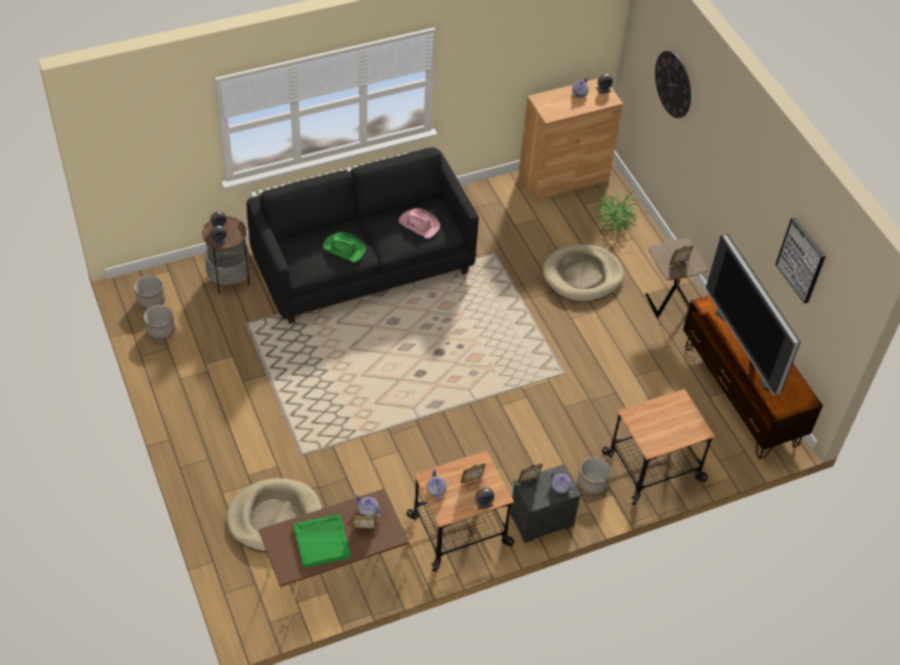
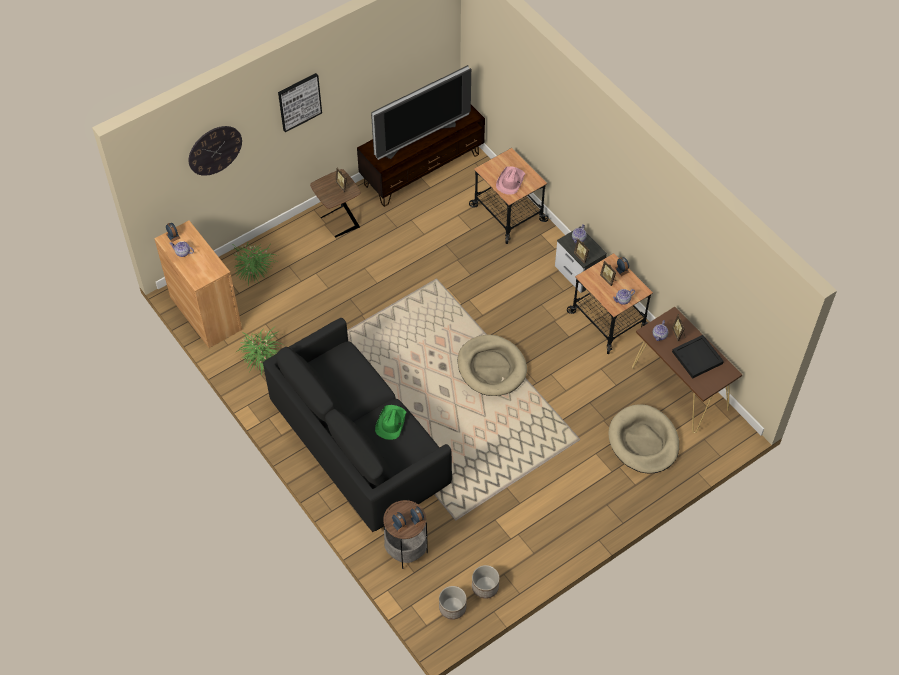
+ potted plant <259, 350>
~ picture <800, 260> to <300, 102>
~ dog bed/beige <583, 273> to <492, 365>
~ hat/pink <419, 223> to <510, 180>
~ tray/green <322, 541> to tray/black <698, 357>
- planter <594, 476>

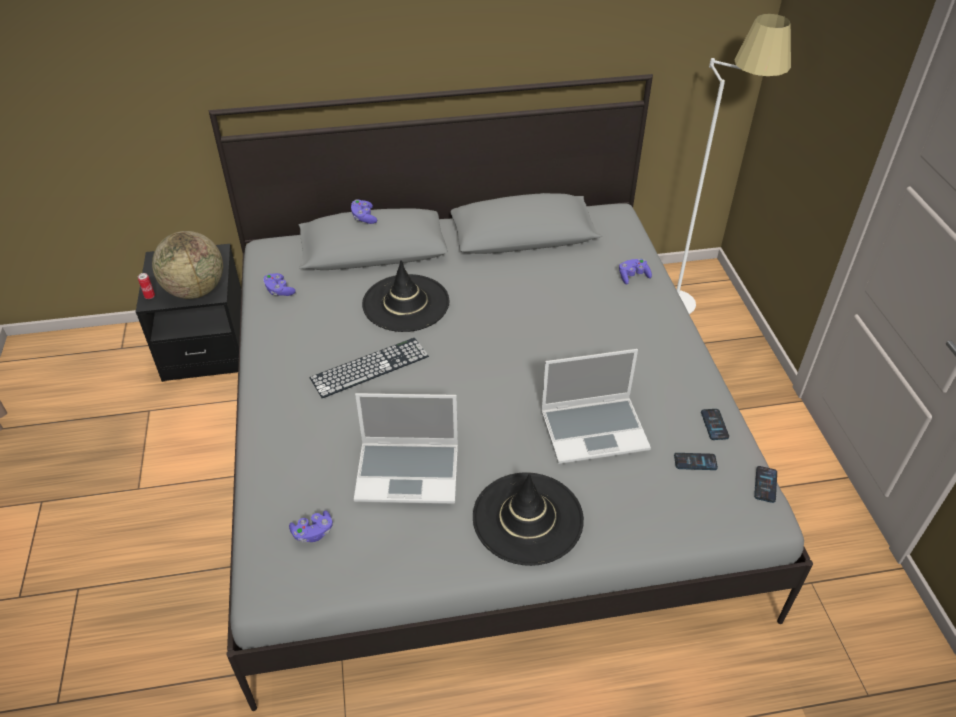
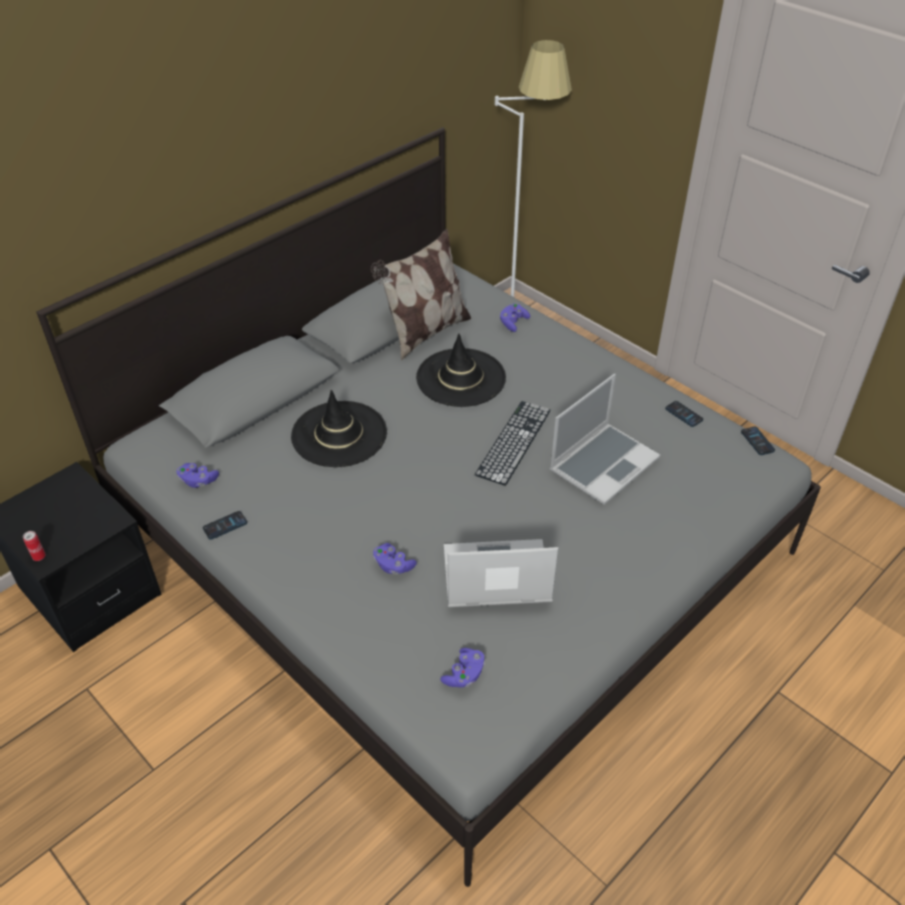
~ phone <696, 461> to <225, 525>
+ pillow <421, 295>
~ game controller/purple <364, 212> to <395, 559>
~ hat/black <528, 519> to <461, 370>
~ laptop <406, 448> = <501, 573> 150 degrees counterclockwise
~ keyboard <369, 368> to <513, 443>
- globe <187, 265>

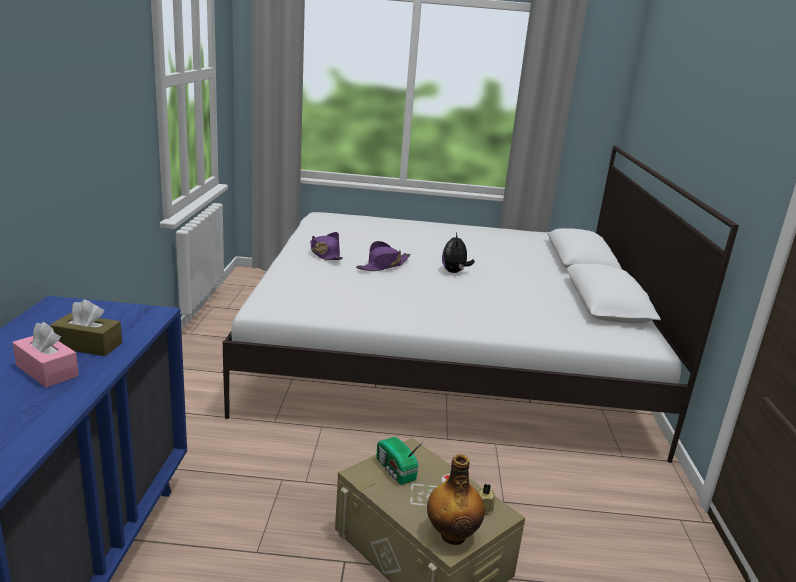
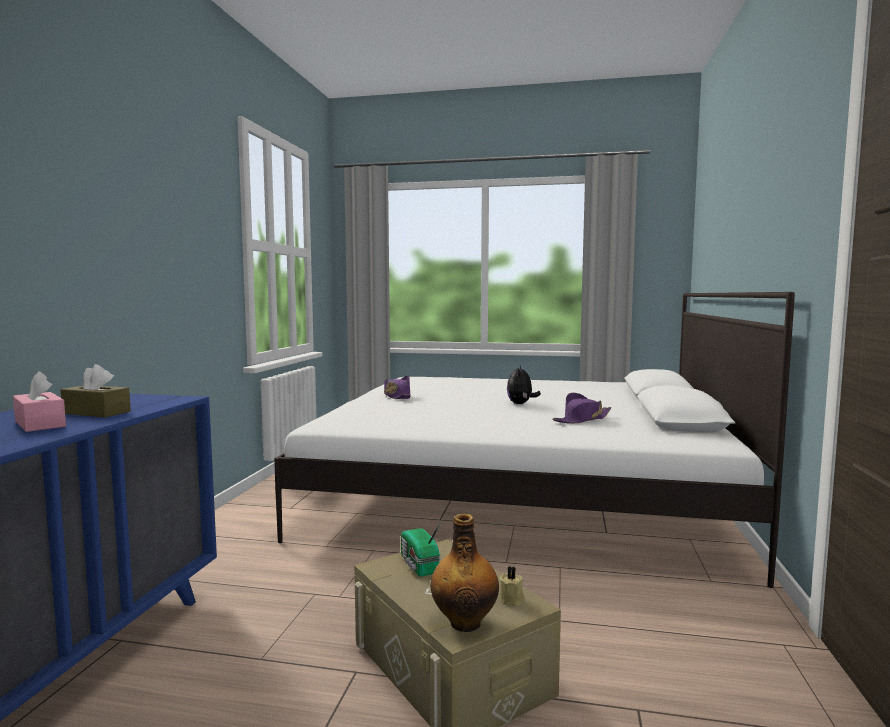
~ hat/purple <383, 256> to <582, 408>

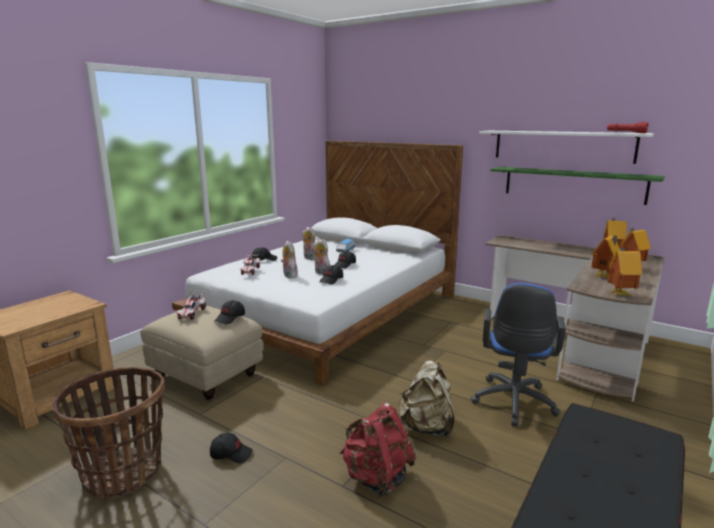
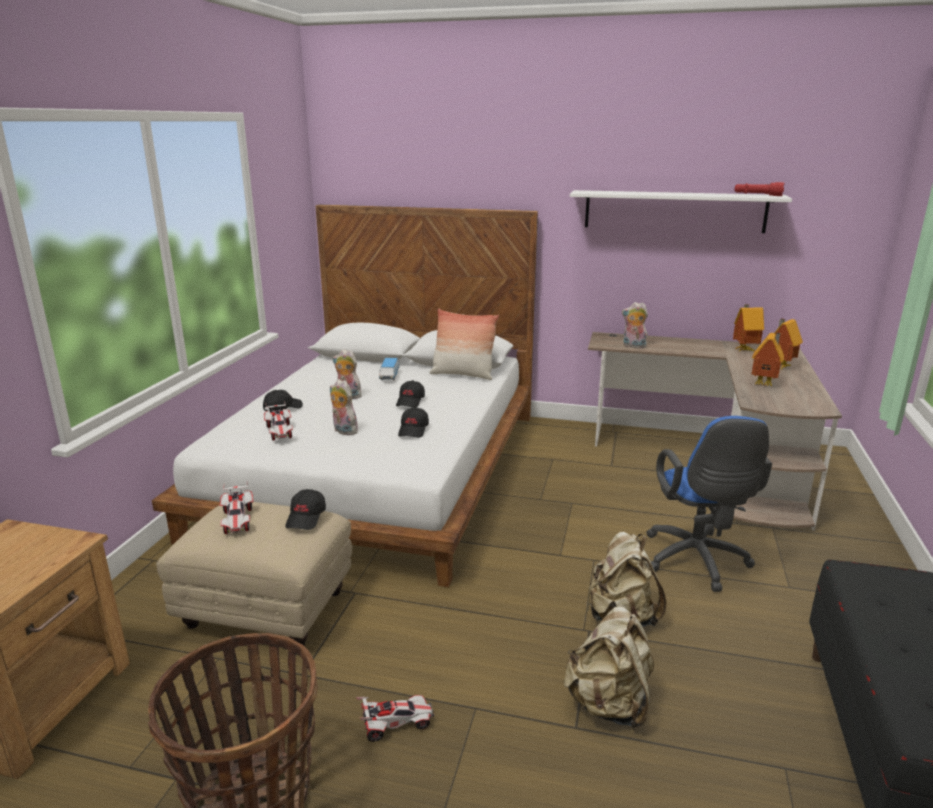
~ cap/black <231, 448> to toy car <395, 718>
+ pillow <464, 344>
~ backpack/red <377, 450> to backpack/beige <609, 668>
~ plush toy <321, 257> to <635, 325>
- shelf/green <577, 186>
- toy house <625, 272>

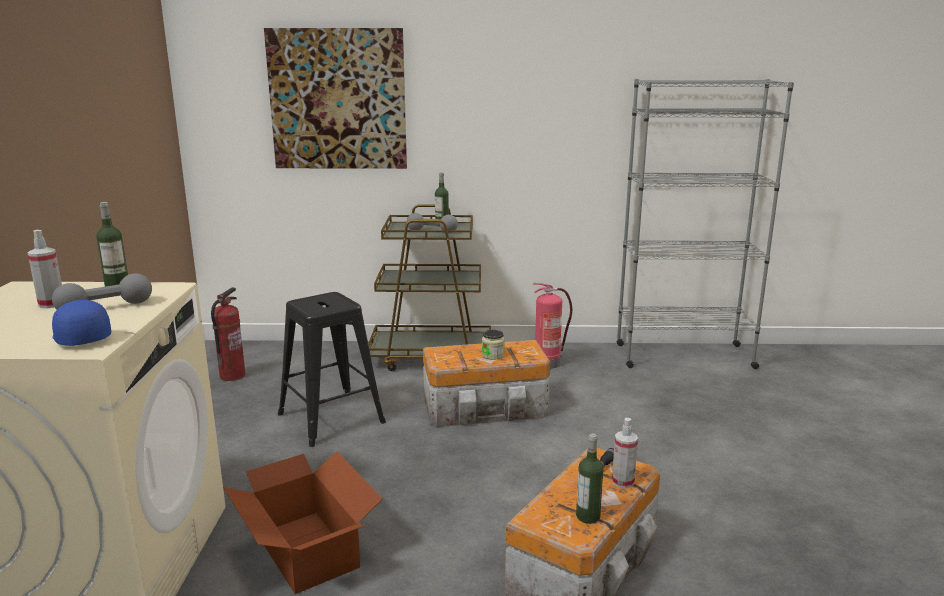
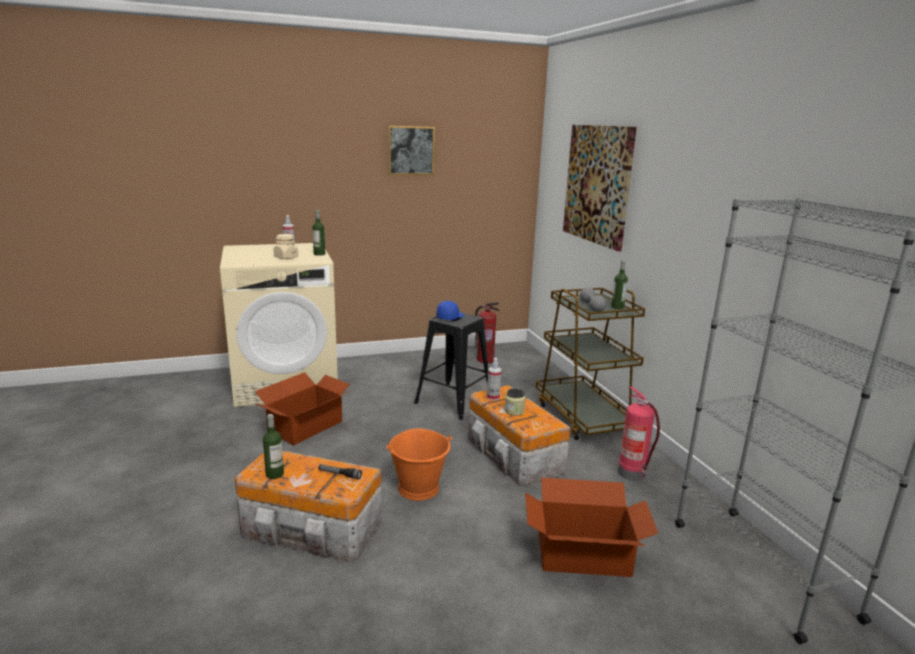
~ dumbbell/grey <102, 291> to jar/beige <286, 246>
+ bucket/orange <419, 465>
+ picture <411, 150>
~ cap/blue <81, 323> to <450, 310>
~ spray bottle <625, 453> to <494, 379>
+ cardboard box <591, 527>

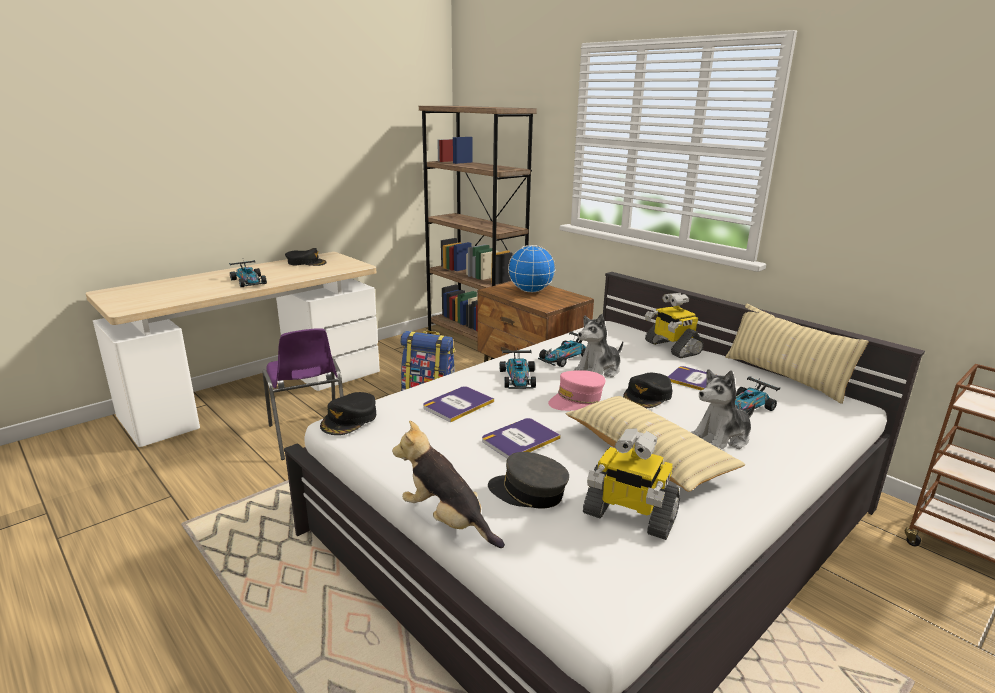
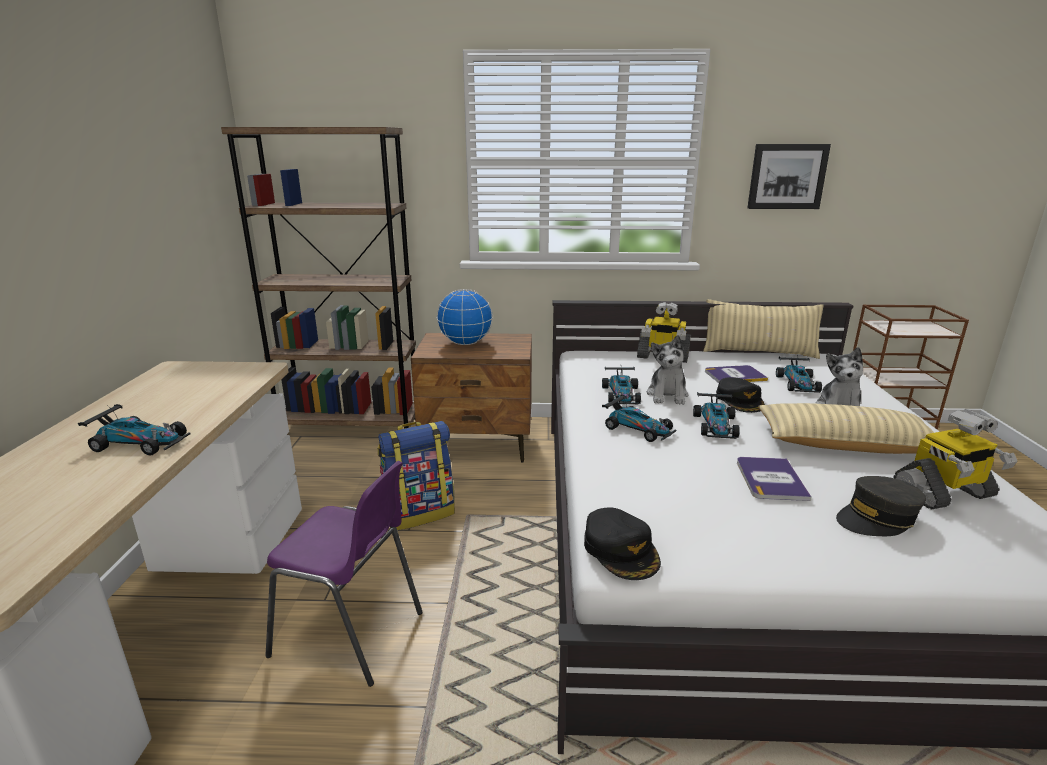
~ cap/pink <577, 390> to toy car <716, 414>
+ picture <789, 176>
- cap/black <306, 257>
- plush toy <448, 484>
- book <458, 404>

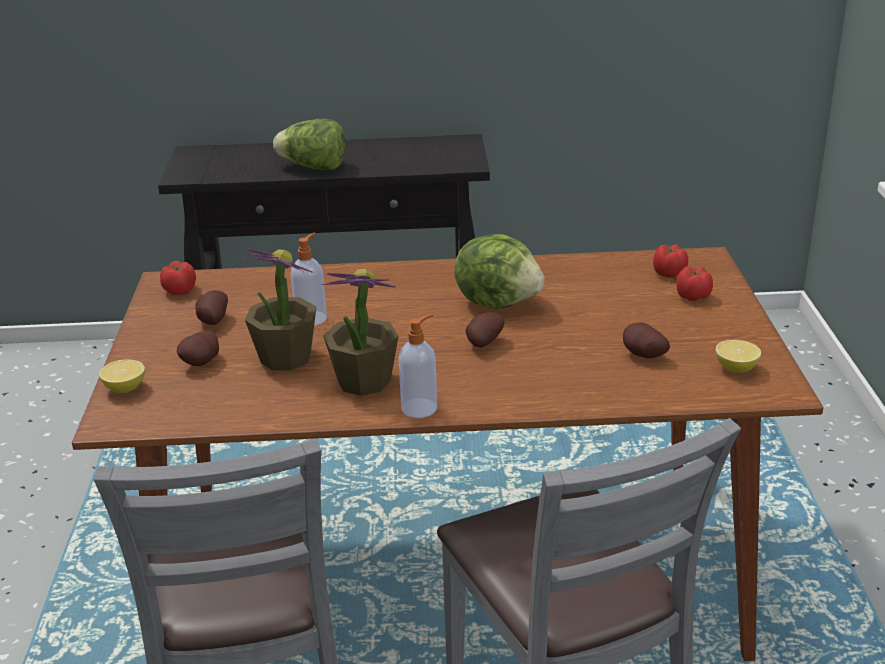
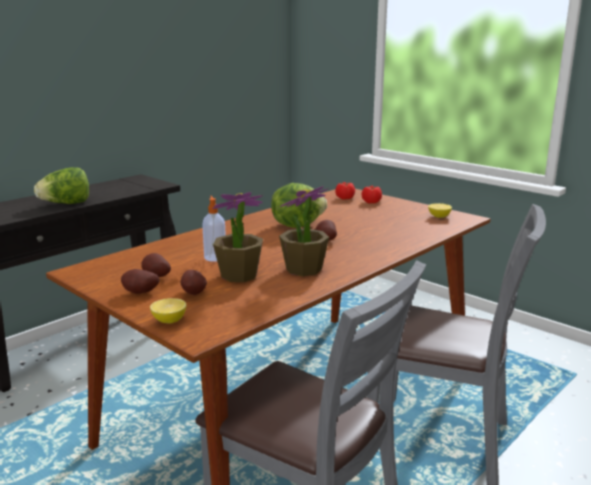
~ potato <646, 340> to <140, 281>
- tomato <178, 278>
- soap dispenser <417, 366>

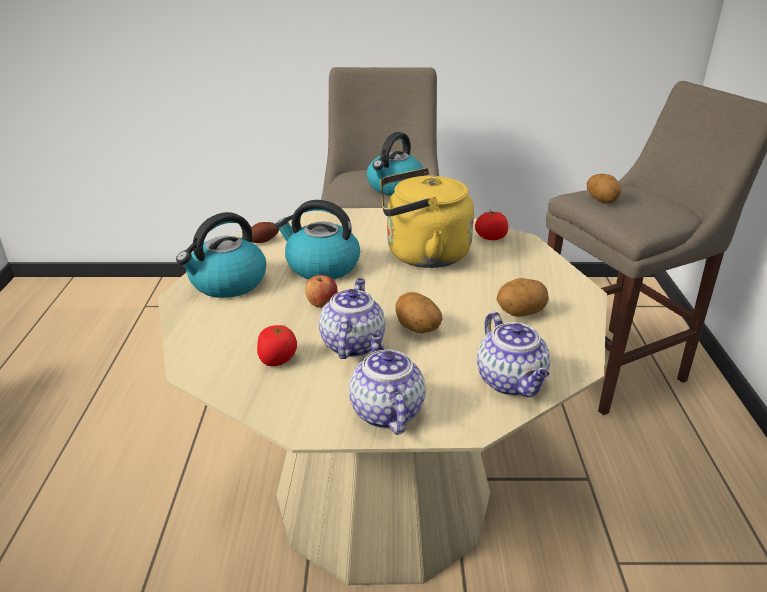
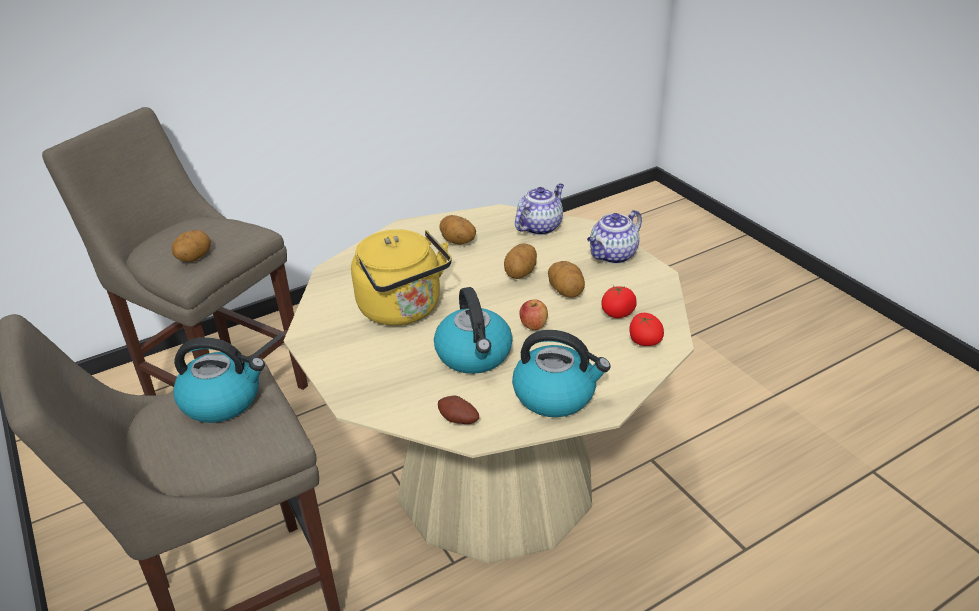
~ teapot <352, 318> to potato <566, 279>
~ tomato <491, 225> to <646, 329>

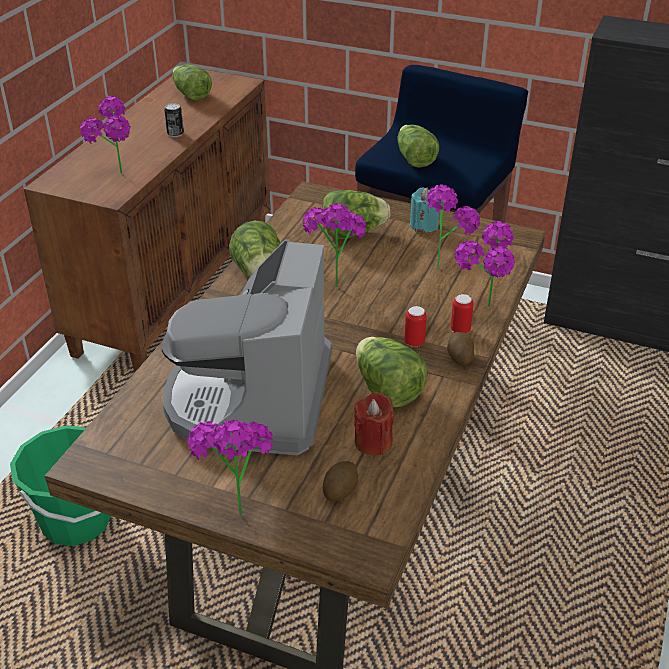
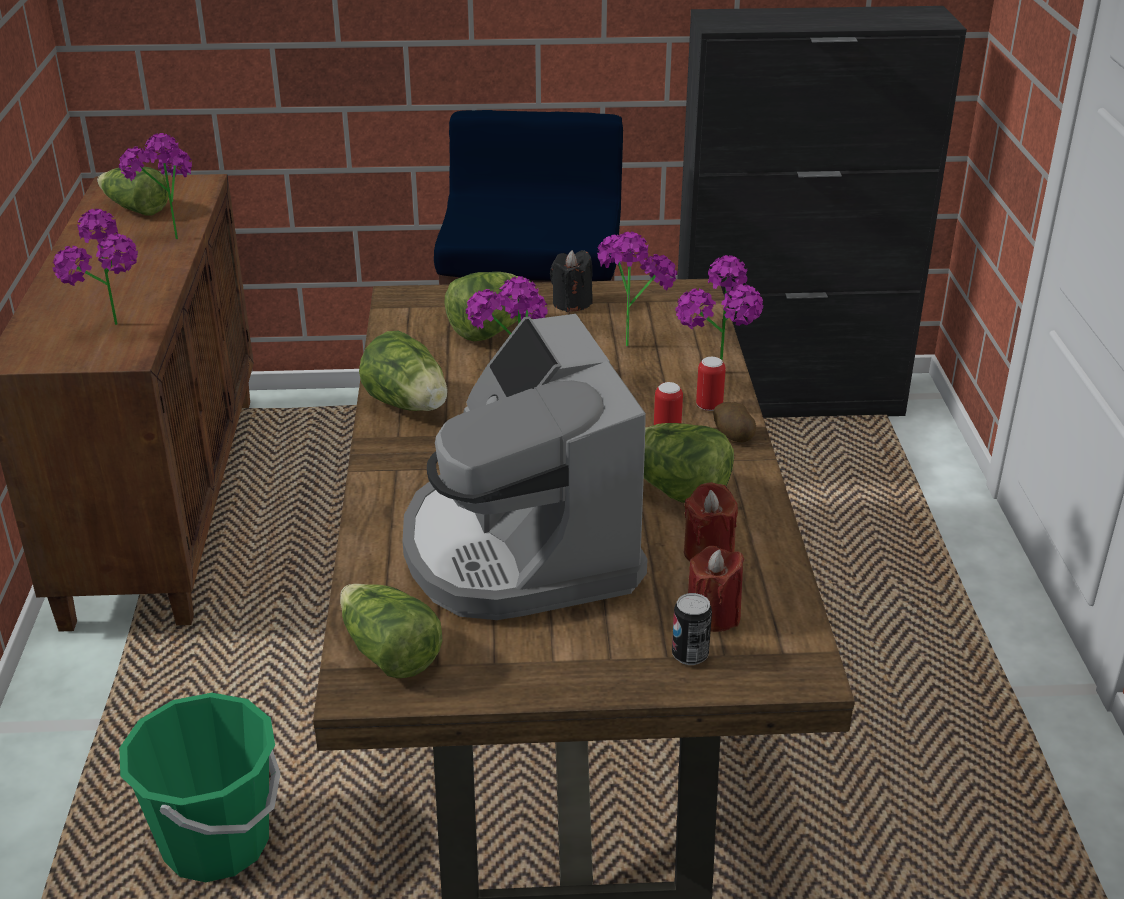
~ potted plant <230, 467> to <155, 186>
~ lettuce <418, 146> to <391, 631>
~ candle/turquoise <424, 210> to candle/black <571, 281>
~ can <174, 120> to <692, 629>
~ potato <340, 481> to candle/red <716, 589>

